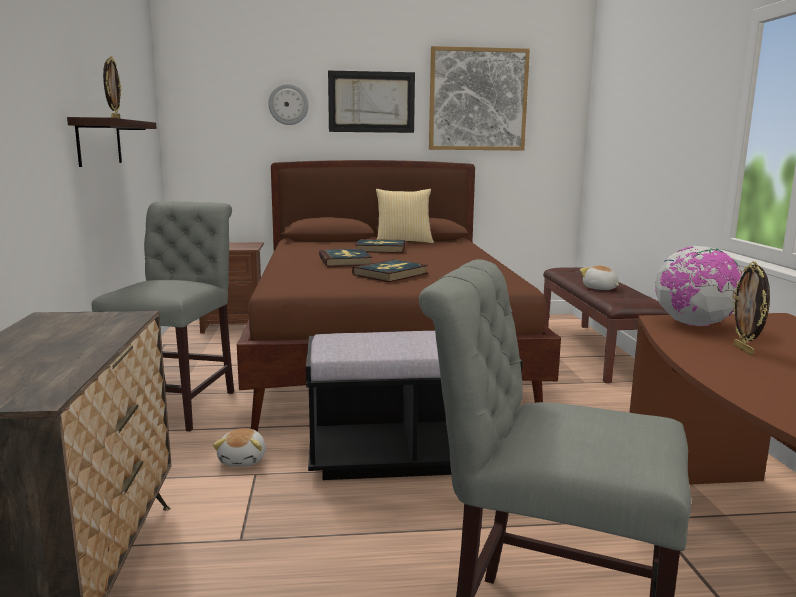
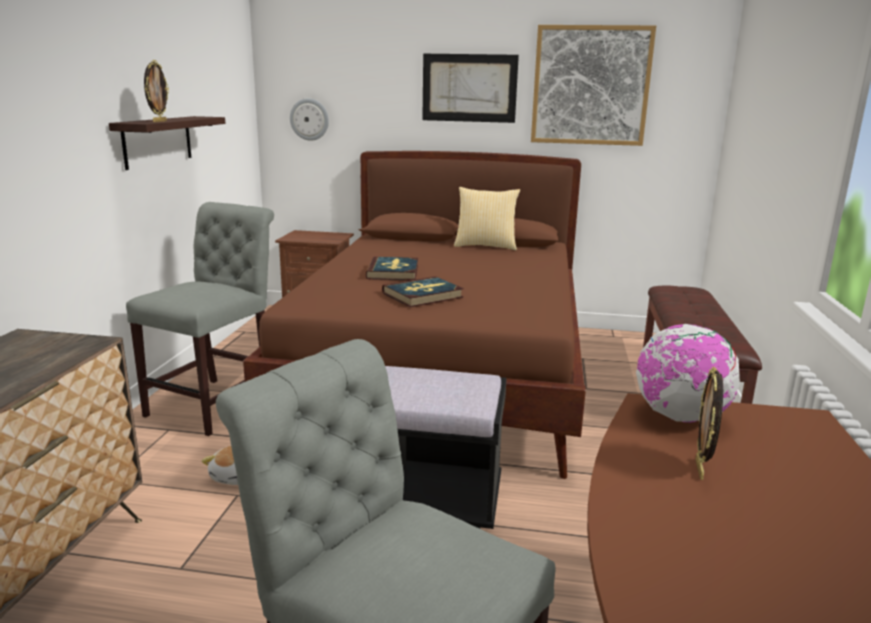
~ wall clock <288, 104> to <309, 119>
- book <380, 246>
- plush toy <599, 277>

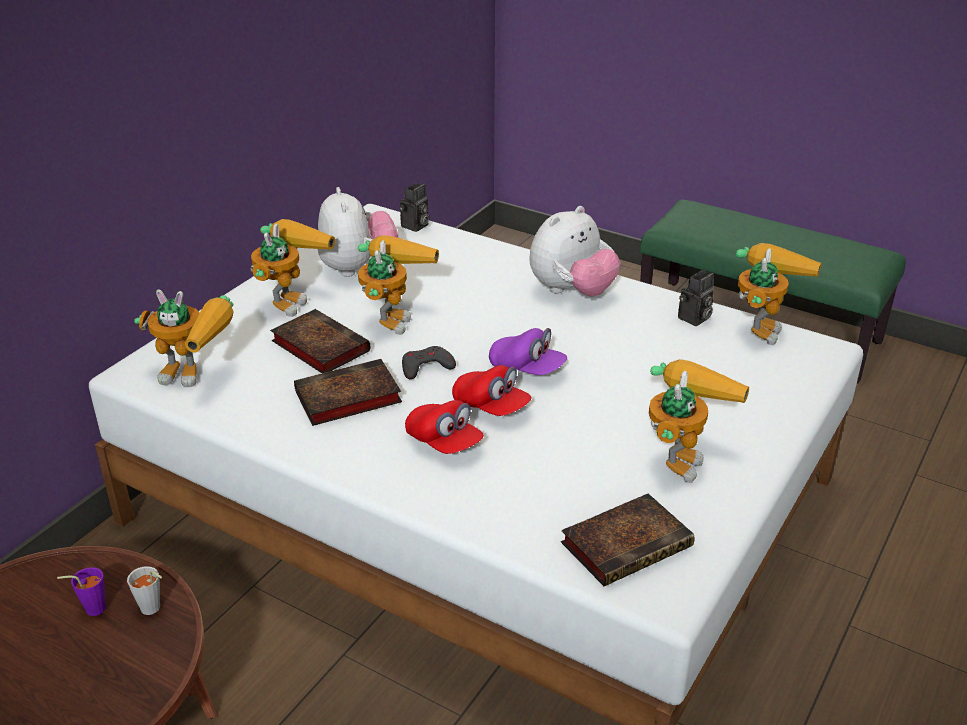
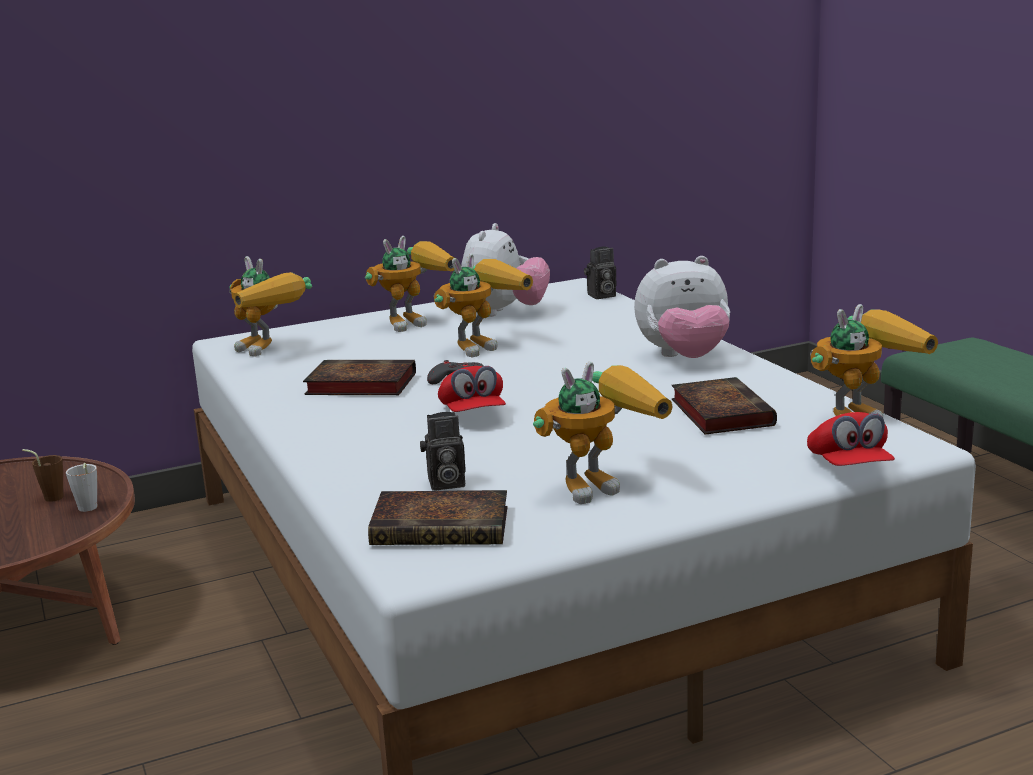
~ cup/purple <81, 591> to cup/brown <43, 475>
~ photo camera <696, 298> to <443, 451>
~ book <320, 341> to <724, 406>
~ cap/red <444, 427> to <851, 439>
- cap/purple <528, 351>

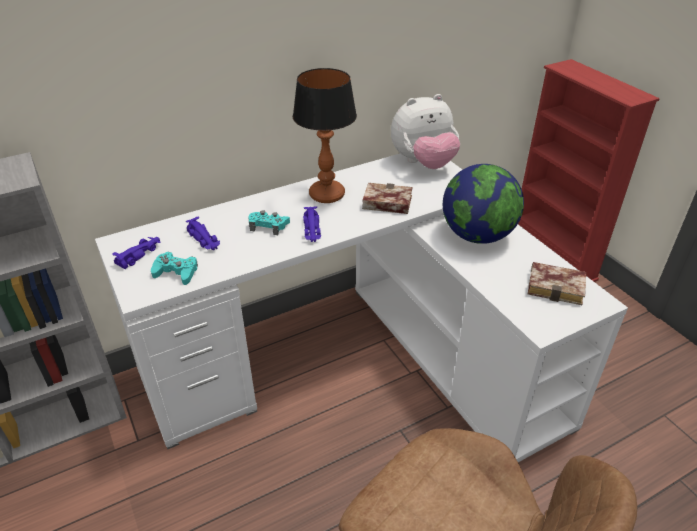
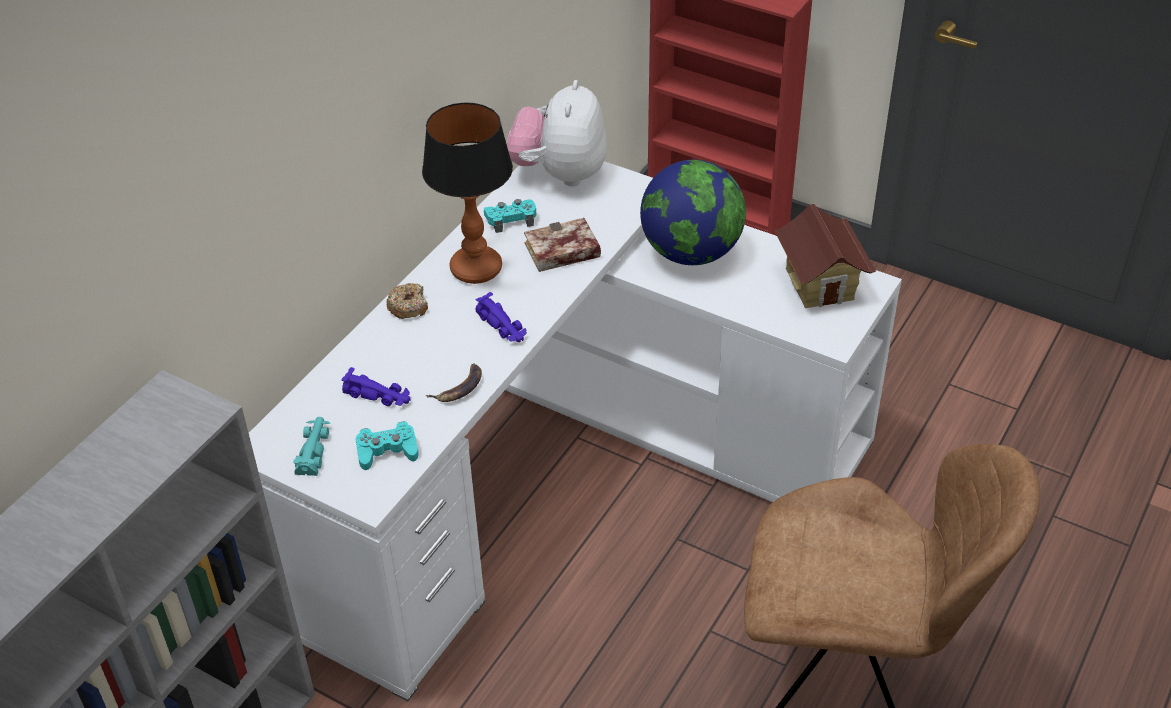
~ toy car/purple <136, 253> to toy car/turquoise <311, 446>
+ donut <407, 301>
+ banana <454, 382>
~ game controller/turquoise <269, 222> to <510, 216>
~ plush toy <425, 131> = <556, 133> 150 degrees clockwise
~ book <557, 283> to toy house <825, 256>

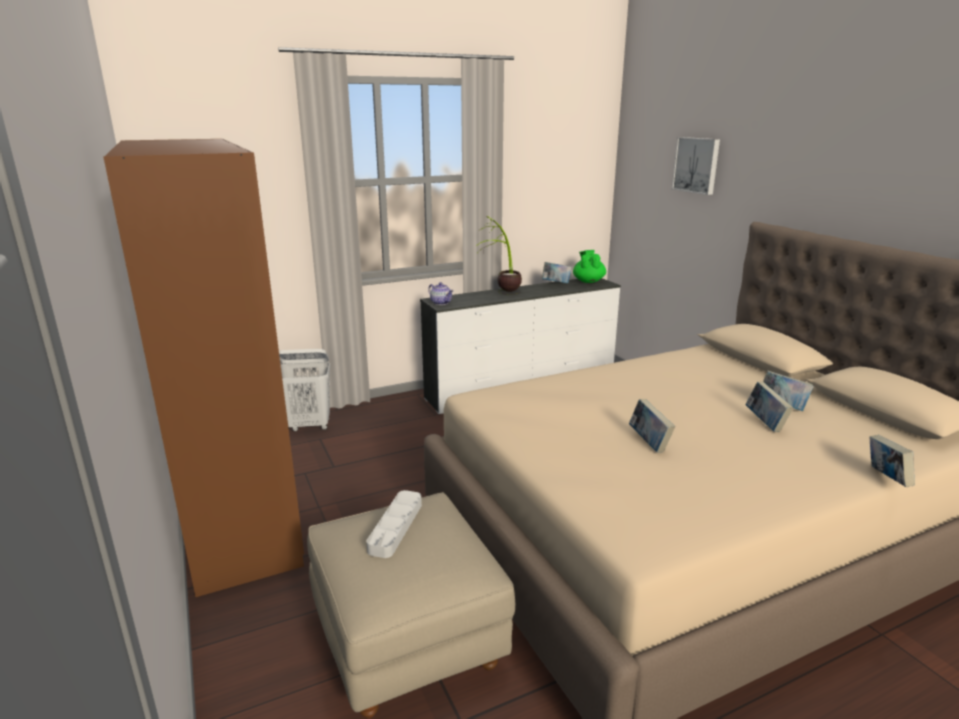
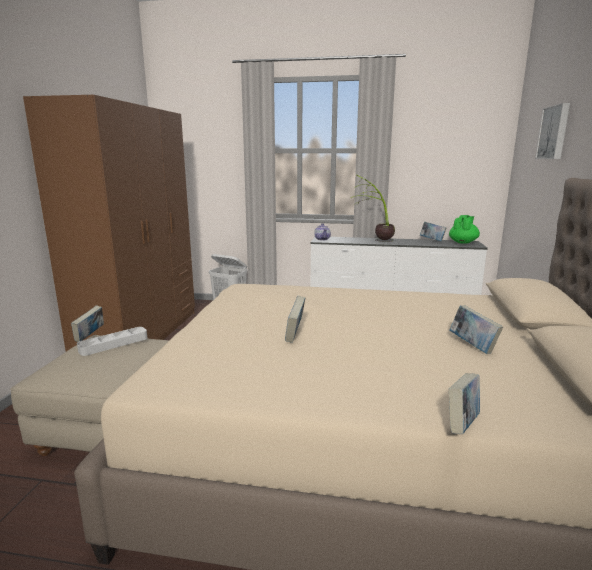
~ book <769, 407> to <87, 324>

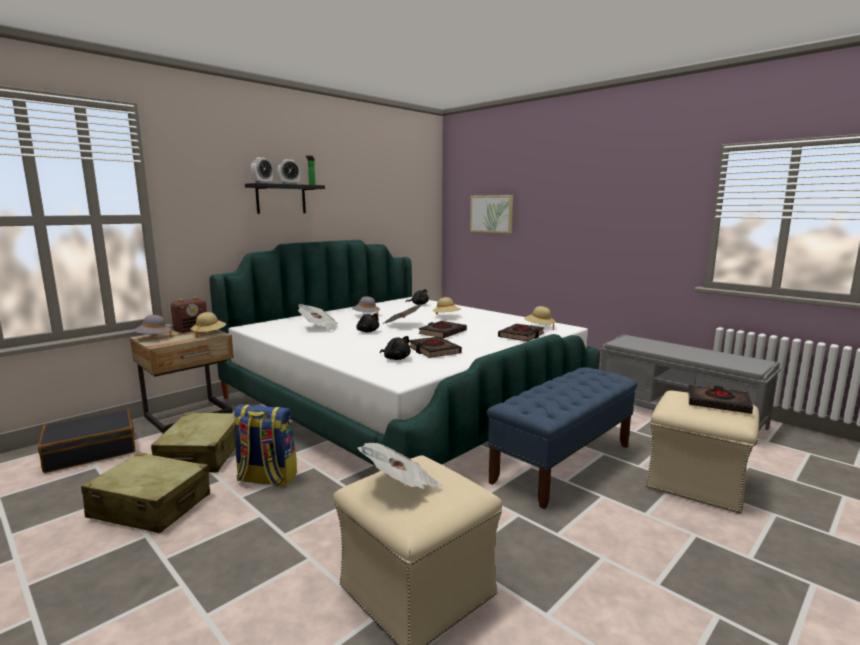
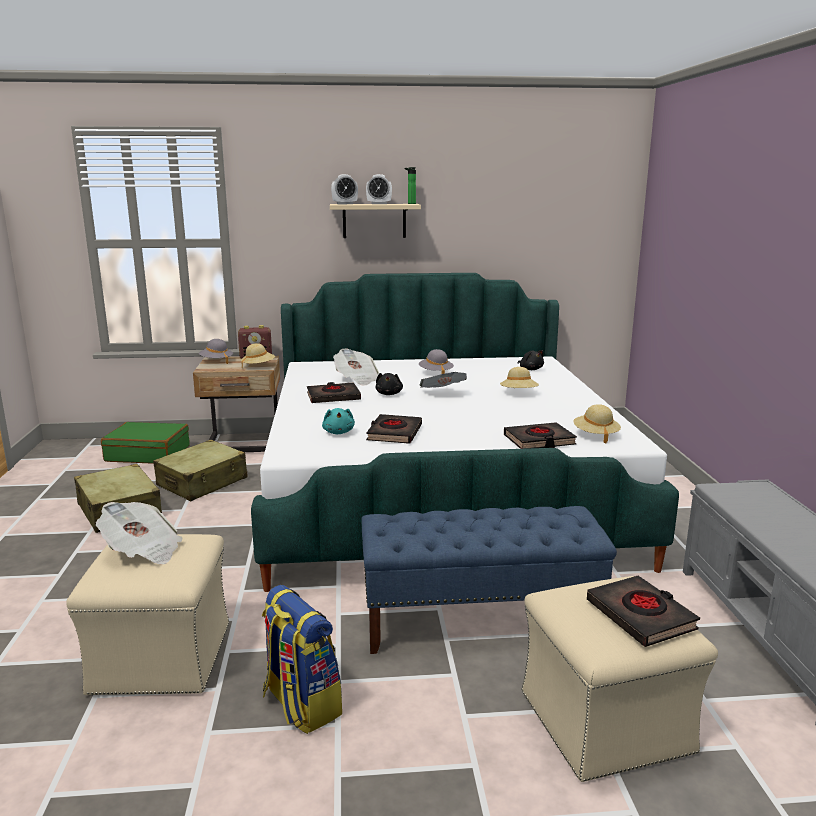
~ suitcase/black <87, 441> to suitcase/green <145, 443>
~ backpack <265, 445> to <302, 659>
~ book/black <442, 329> to <334, 392>
~ plush toy/black <395, 348> to plush toy/turquoise <338, 421>
~ shelf/black <285, 198> to shelf/beige <375, 221>
- picture <491, 214>

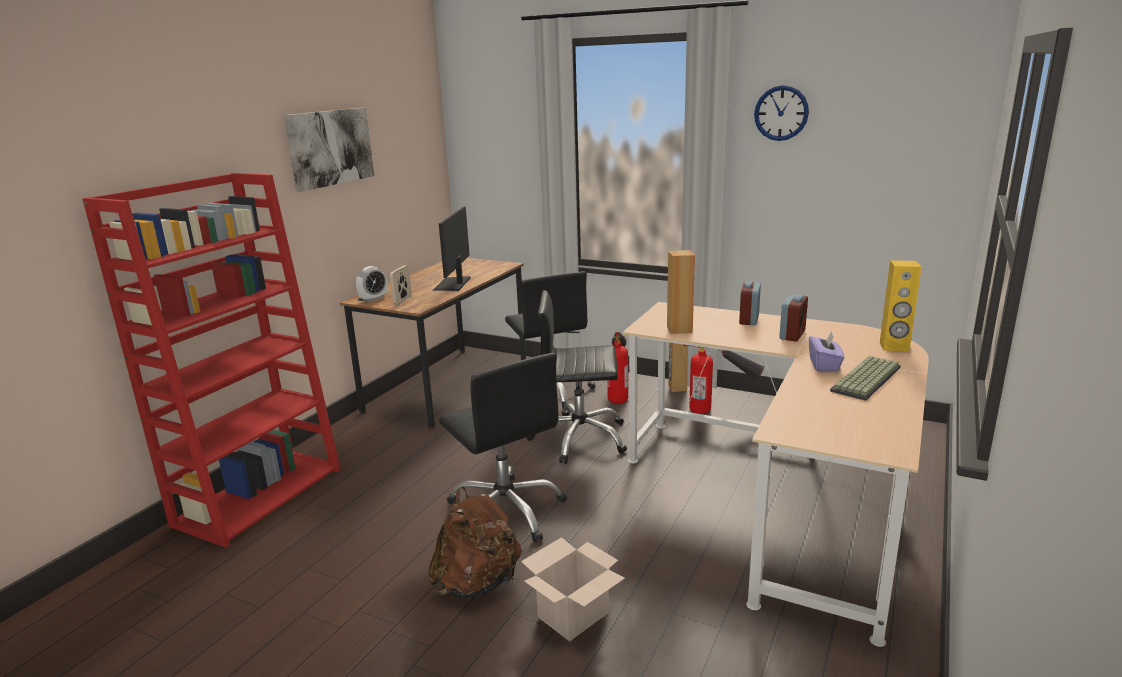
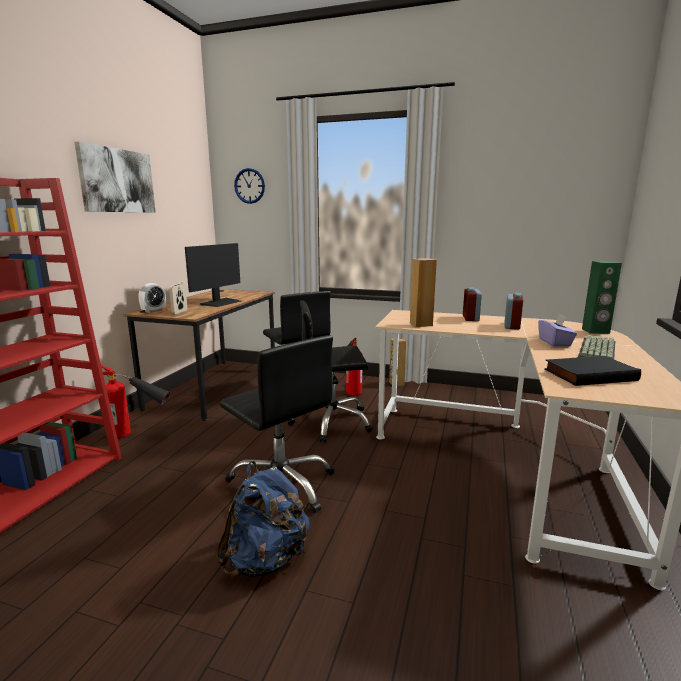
~ fire extinguisher <723, 379> to <135, 402>
~ monitor <451, 248> = <213, 275> 150 degrees counterclockwise
~ backpack/brown <475, 542> to backpack/blue <263, 519>
~ wall clock <781, 113> to <249, 186>
+ book/black <592, 371>
~ speaker/yellow <901, 306> to speaker/green <602, 297>
- cardboard box <573, 589>

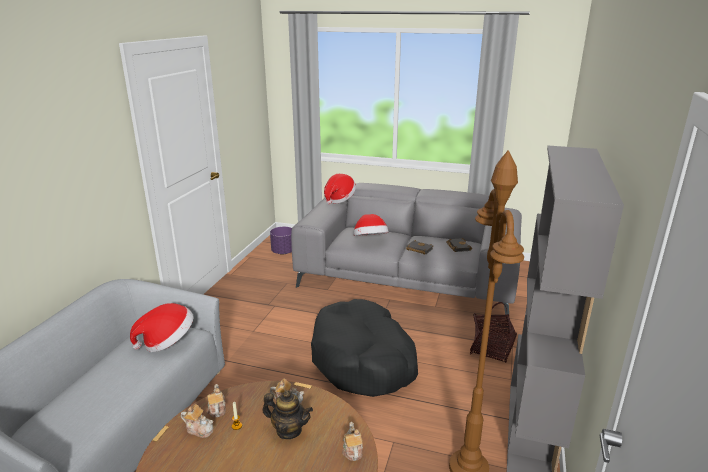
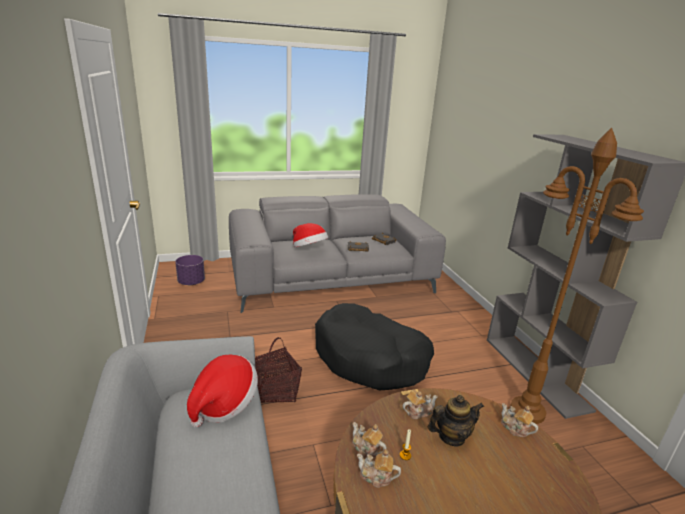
~ basket <493, 332> to <278, 370>
~ teapot <197, 421> = <379, 468> 150 degrees counterclockwise
- hat <340, 189>

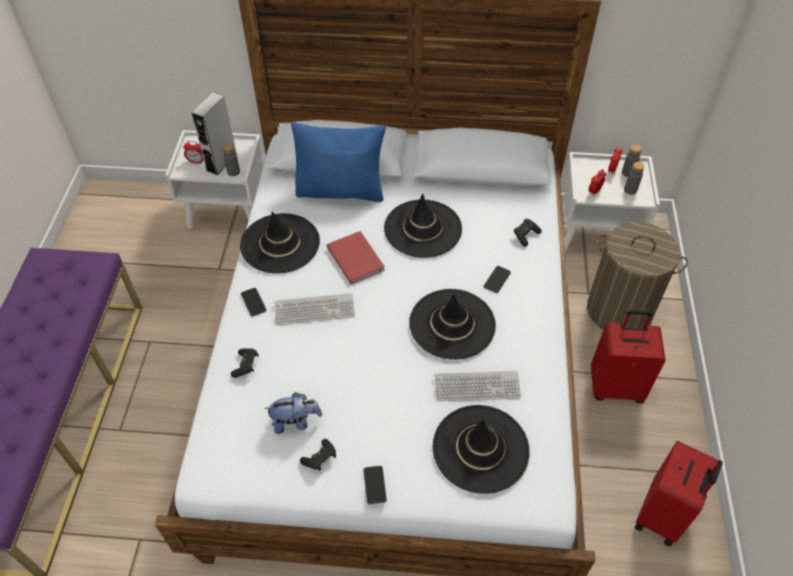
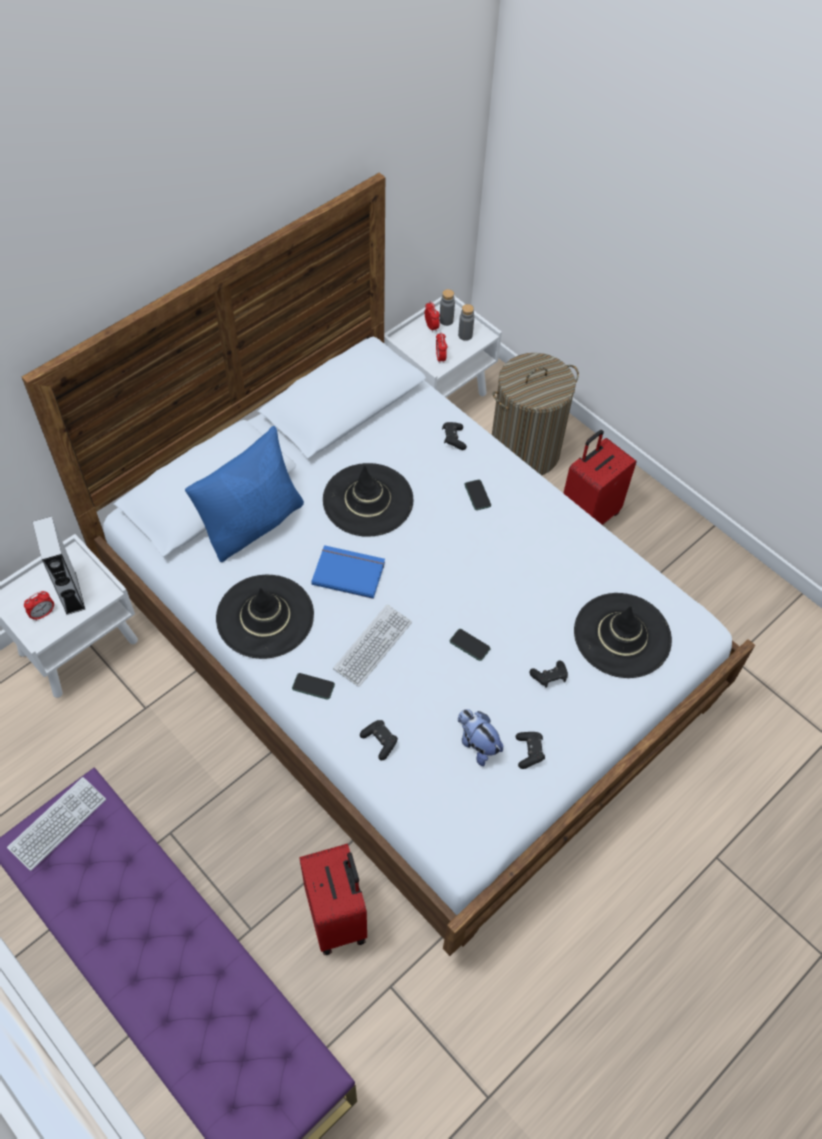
~ keyboard <477, 386> to <56, 824>
~ suitcase/red <679, 494> to <333, 899>
~ book/red <355, 257> to book/blue <348, 572>
~ phone <375, 485> to <470, 645>
~ plush toy <293, 413> = <480, 737> 75 degrees counterclockwise
+ game controller/black <549, 674>
- bottle/grey <231, 160>
- hat/black <452, 324>

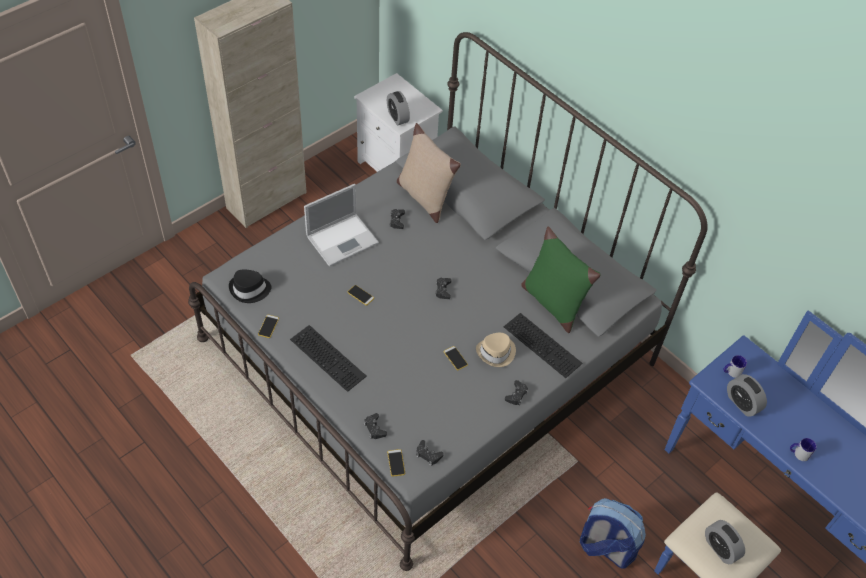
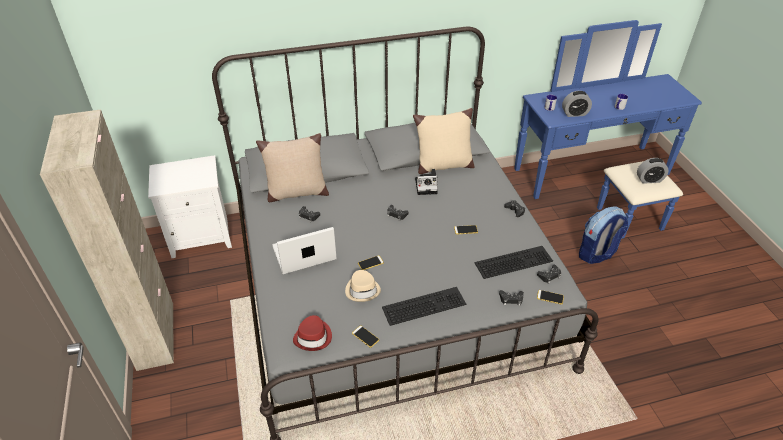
~ laptop <341, 225> = <304, 250> 105 degrees counterclockwise
~ hat/black <250, 286> to hat/red <312, 333>
~ hat/beige <496, 350> to <363, 286>
~ pillow/green <560, 279> to pillow/beige <443, 141>
+ photo camera <426, 182>
~ keyboard <543, 345> to <513, 262>
- alarm clock <398, 108>

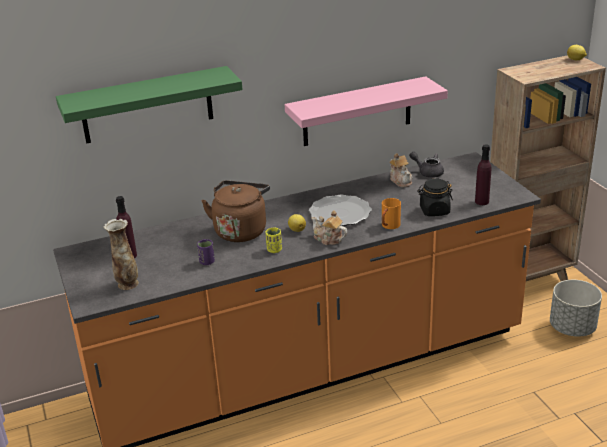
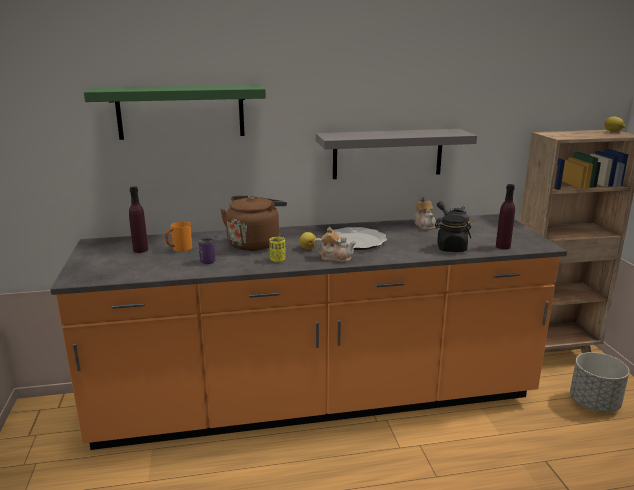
~ mug/orange <391, 213> to <178, 236>
~ teapot <329, 227> = <335, 244> 150 degrees clockwise
~ shelf/pink <366, 111> to shelf/grey <396, 154>
- vase <121, 254>

